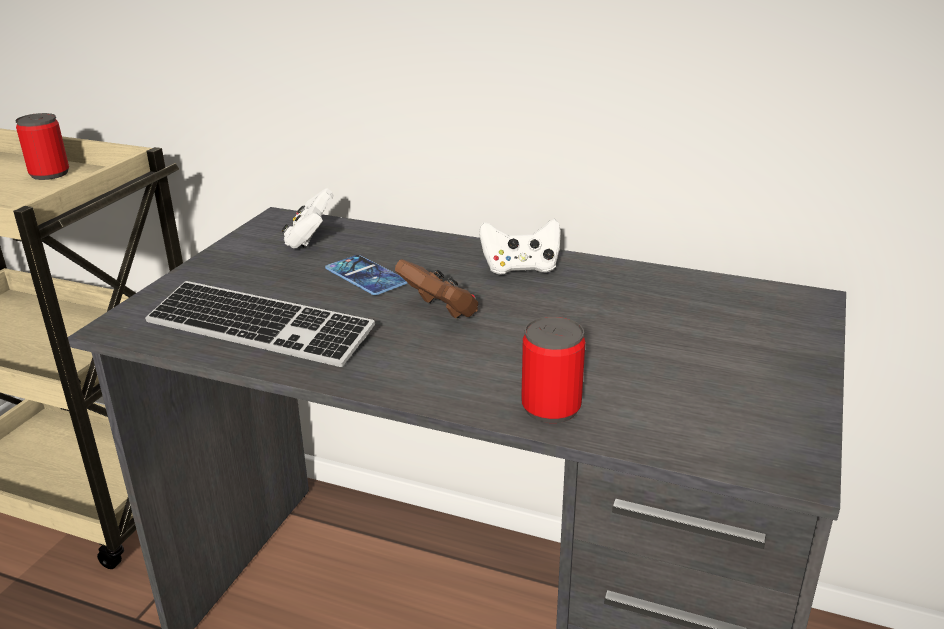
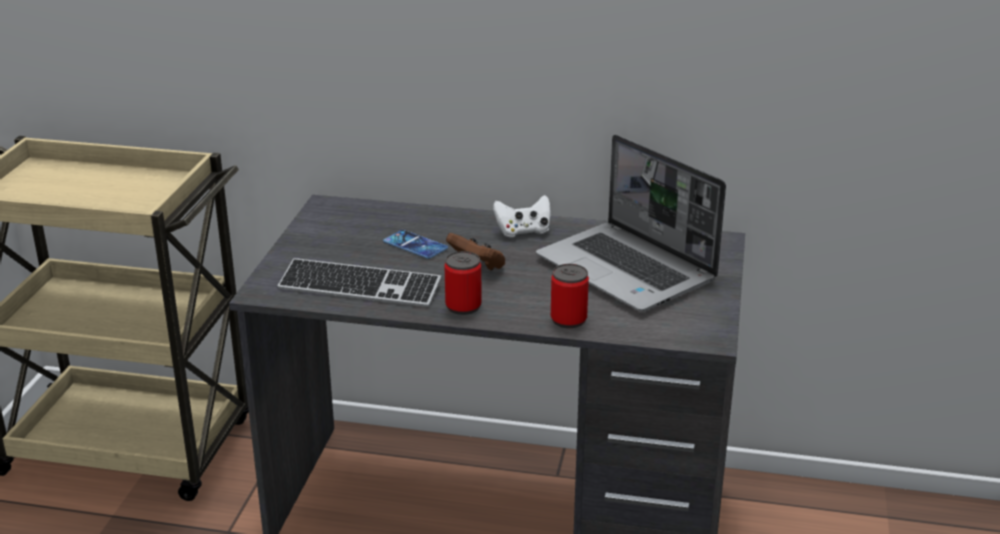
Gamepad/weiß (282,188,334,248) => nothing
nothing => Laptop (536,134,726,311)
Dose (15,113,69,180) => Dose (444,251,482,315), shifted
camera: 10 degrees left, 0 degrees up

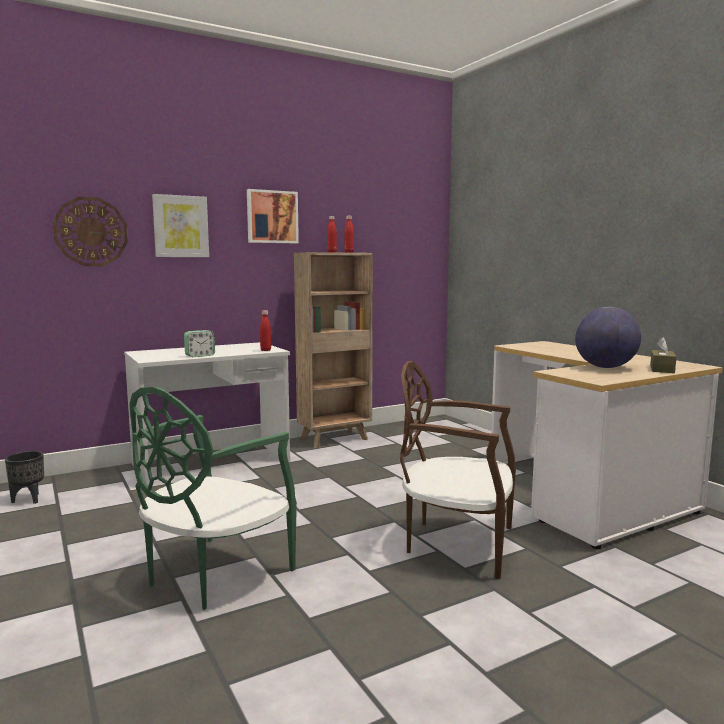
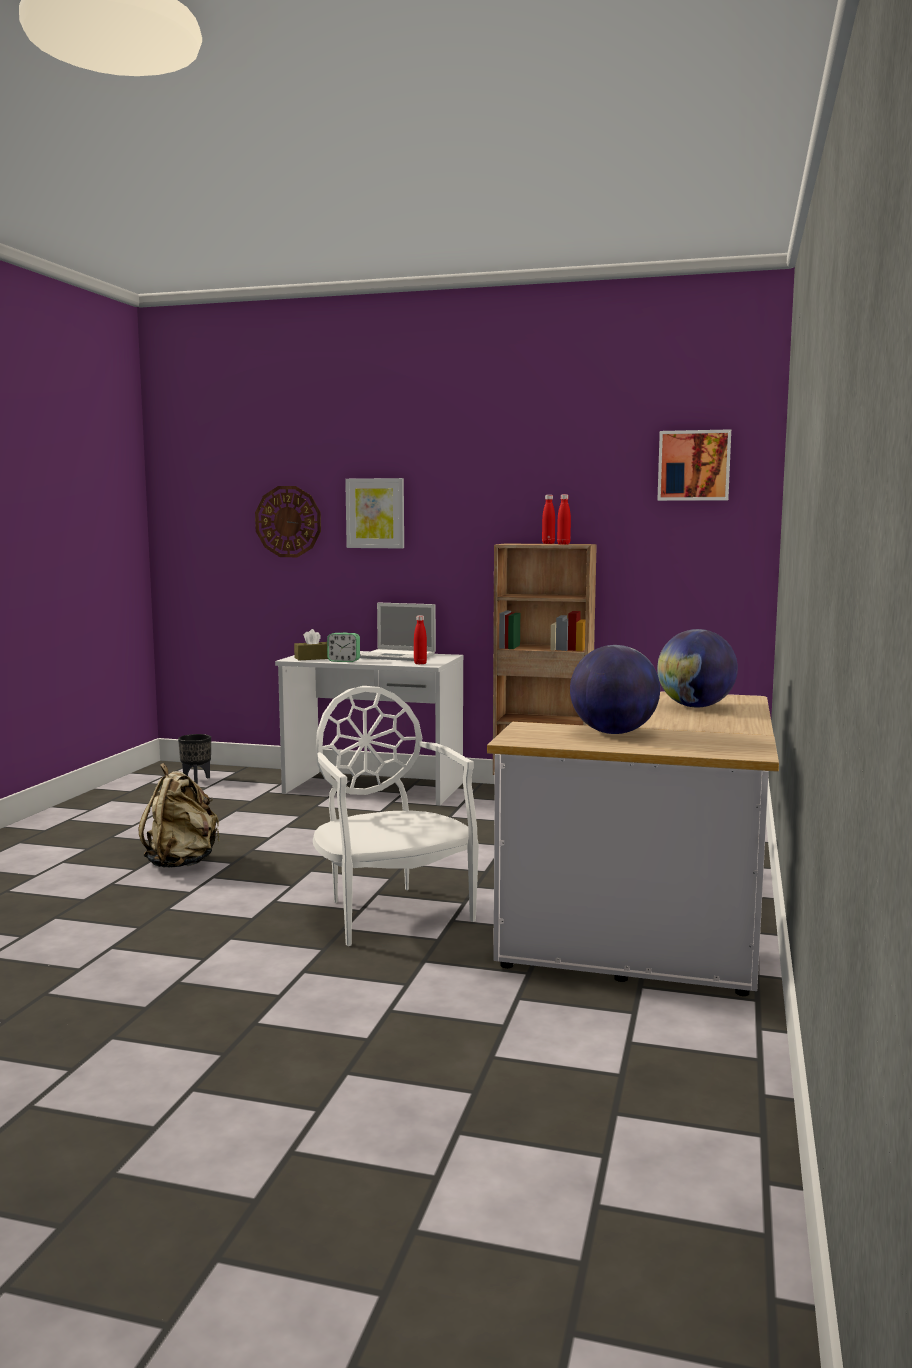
nothing => Laptop (360,602,436,661)
nothing => Globus (657,629,738,707)
Bild (247,189,299,243) => Bild (657,429,731,501), shifted
Taschentuchbox/braun (650,337,676,373) => Taschentuchbox/braun (294,629,328,660), shifted
Stuhl/grün (130,387,297,610) => Rucksack/beige (138,763,220,868)
Stuhl/braun (400,361,516,579) => Stuhl/weiß (313,686,479,946)
camera: 45 degrees right, 0 degrees up

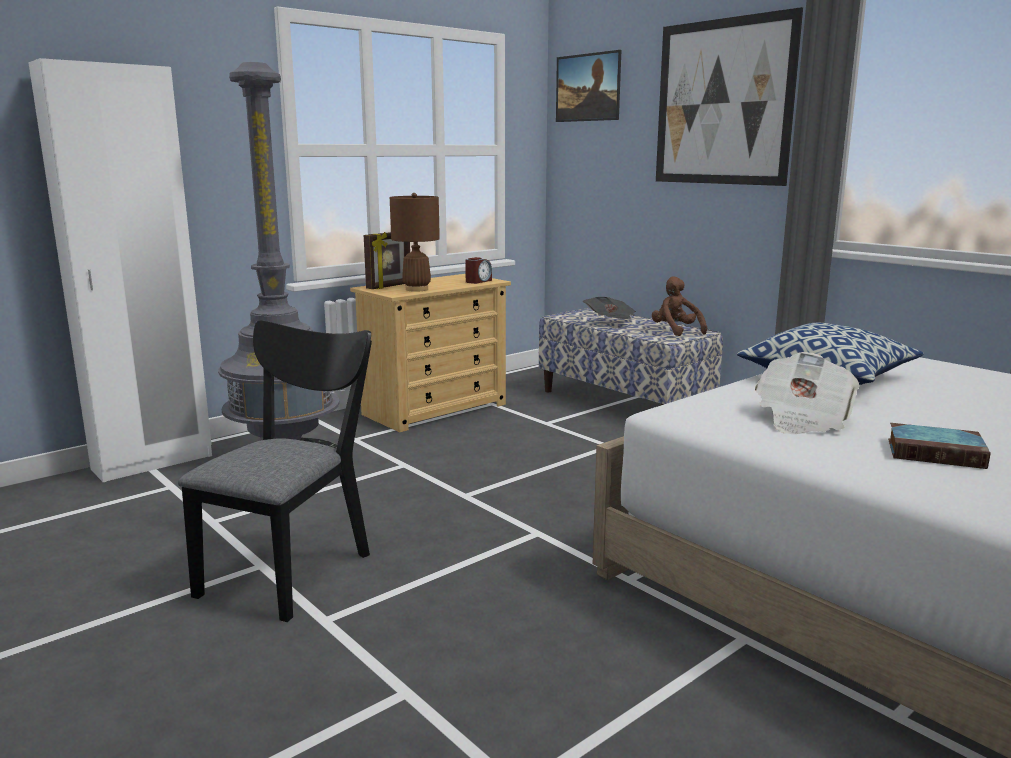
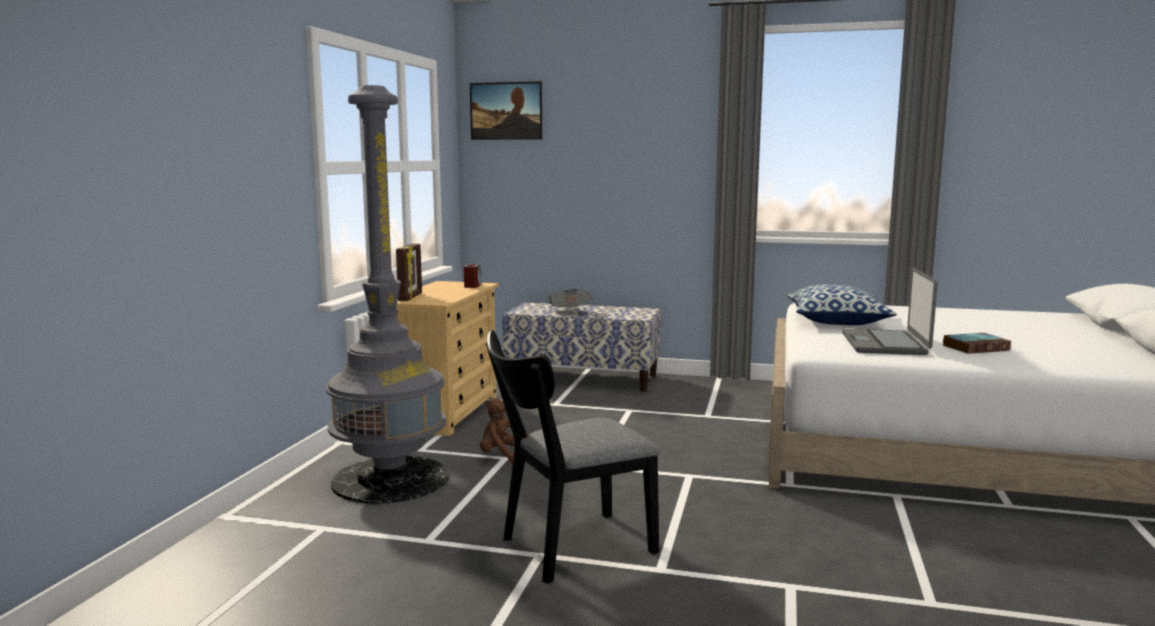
Kleiderschrank/weiß (28,58,212,482) => nothing
Tischlampe/braun (390,193,440,292) => nothing
Bild (656,7,803,186) => nothing
Plüschtier/braun (652,276,707,336) => Plüschtier/braun (480,399,529,465), shifted
Zeitung (755,352,860,434) => Laptop (842,268,938,355)
Stuhl/schwarz (178,320,372,622) => Stuhl/schwarz (486,330,660,584), 105 degrees counterclockwise
camera: 35 degrees left, 5 degrees down

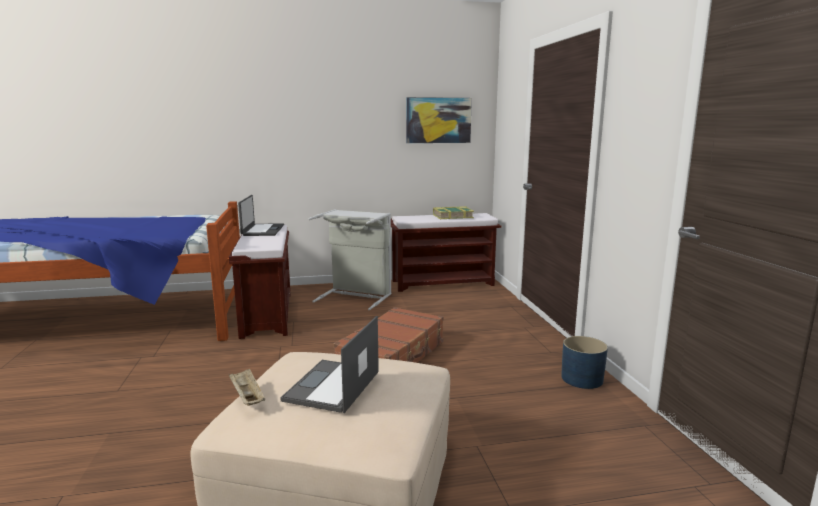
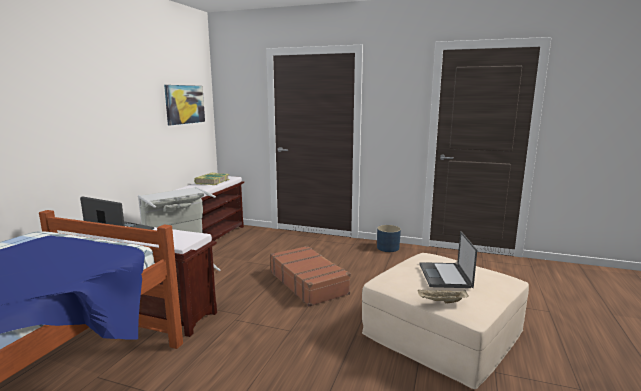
Laptop (280,316,379,413) => Laptop (419,231,477,288), 45 degrees clockwise
camera: 60 degrees left, 0 degrees up

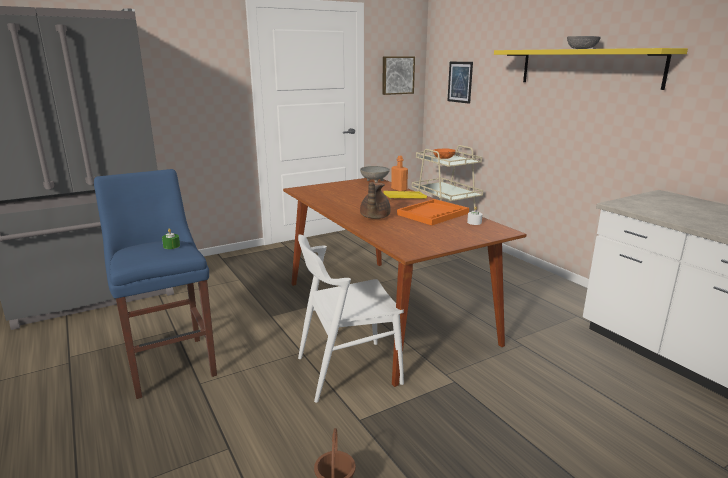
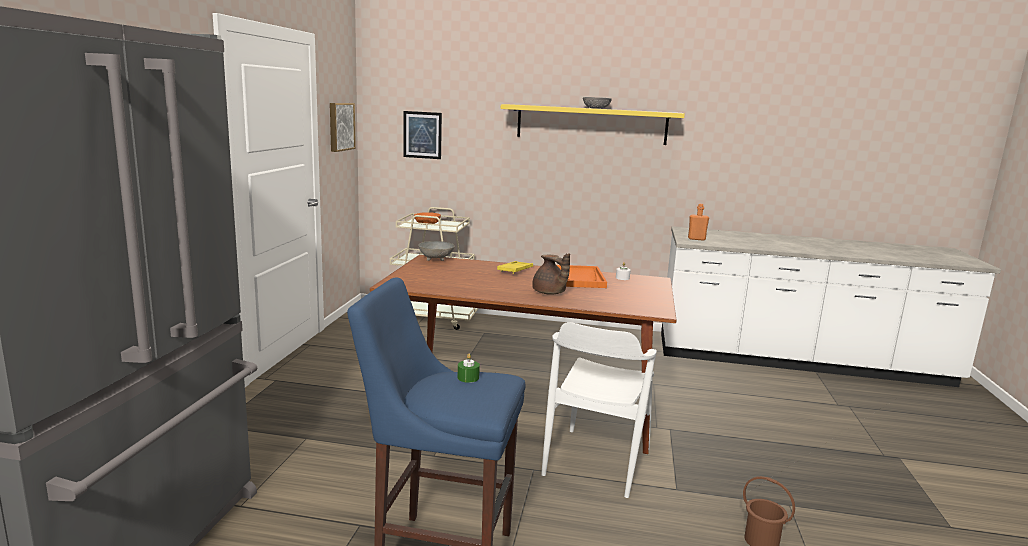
Flasche/orange (391,156,408,191) => Flasche/orange (688,204,709,241), shifted
camera: 50 degrees left, 5 degrees down

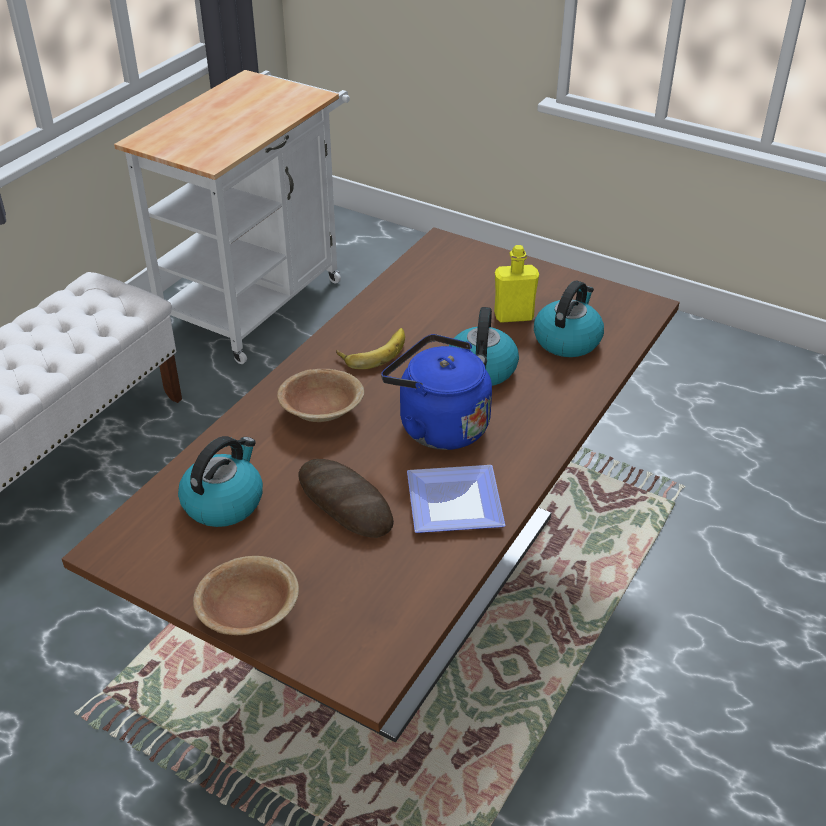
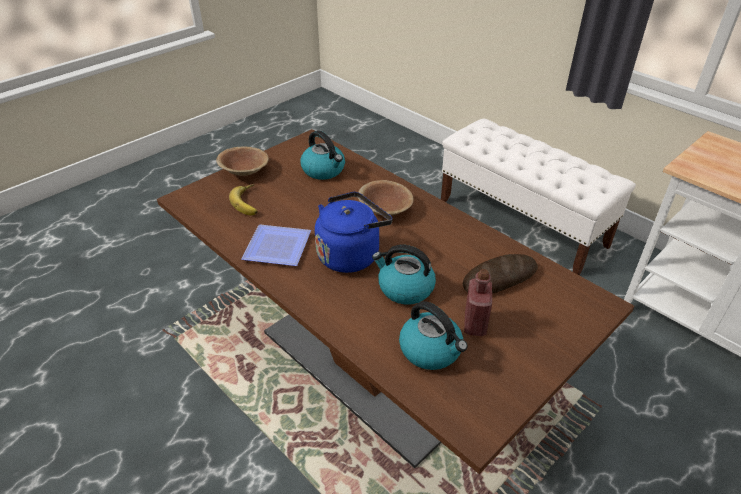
Brot (298,459,394,538) => Brot (463,254,538,294), shifted
Banane (336,328,405,369) => Banane (229,184,258,215), shifted
Flasche/gelb (494,245,539,323) => Flasche/rot (464,269,492,336)
camera: 105 degrees right, 0 degrees up

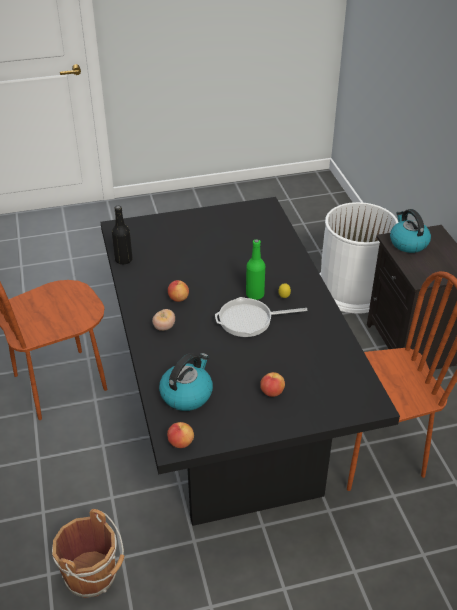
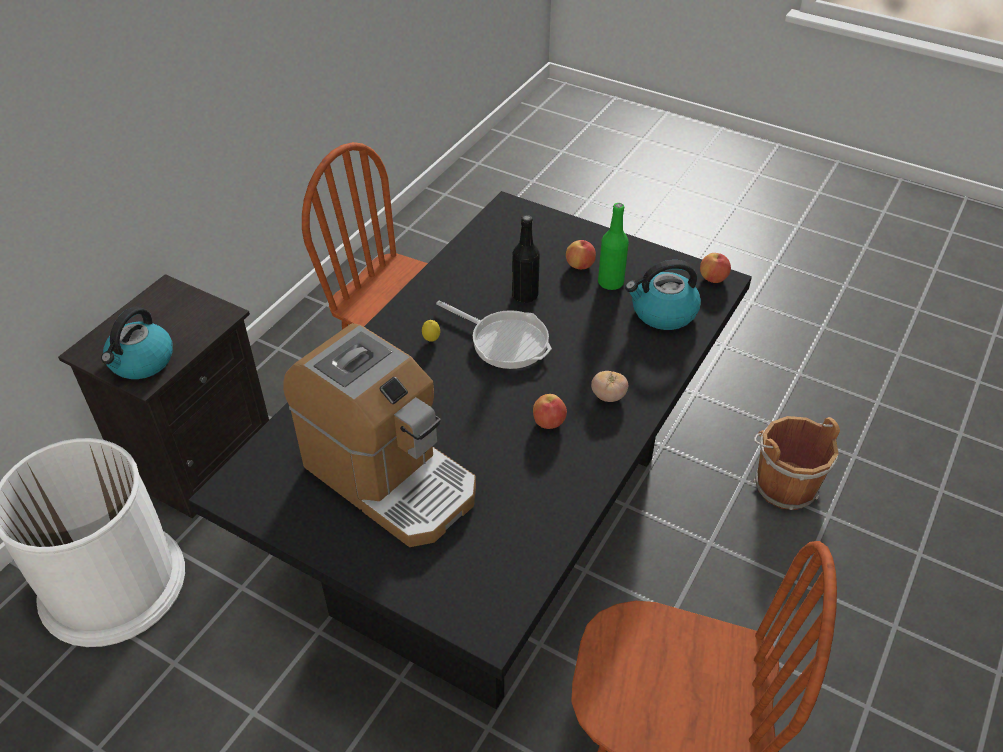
nothing => Kaffeemaschine (283,323,476,547)
Flasche/schwarz (112,206,133,265) => Flasche/schwarz (512,215,540,303), shifted
Flasche/grün (246,239,265,300) => Flasche/grün (598,203,629,290), shifted
camera: 135 degrees left, 5 degrees up

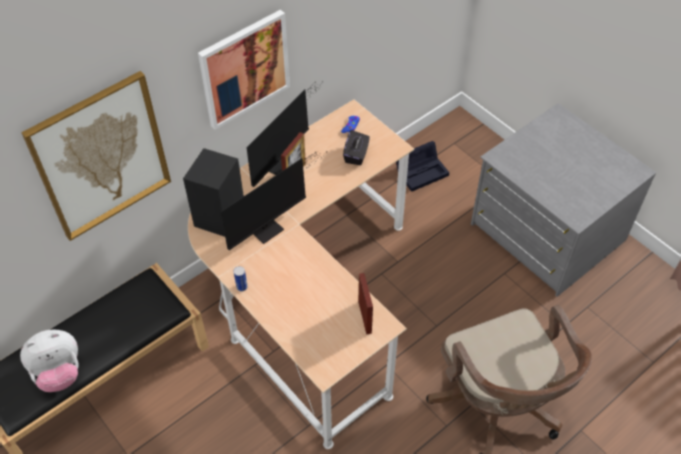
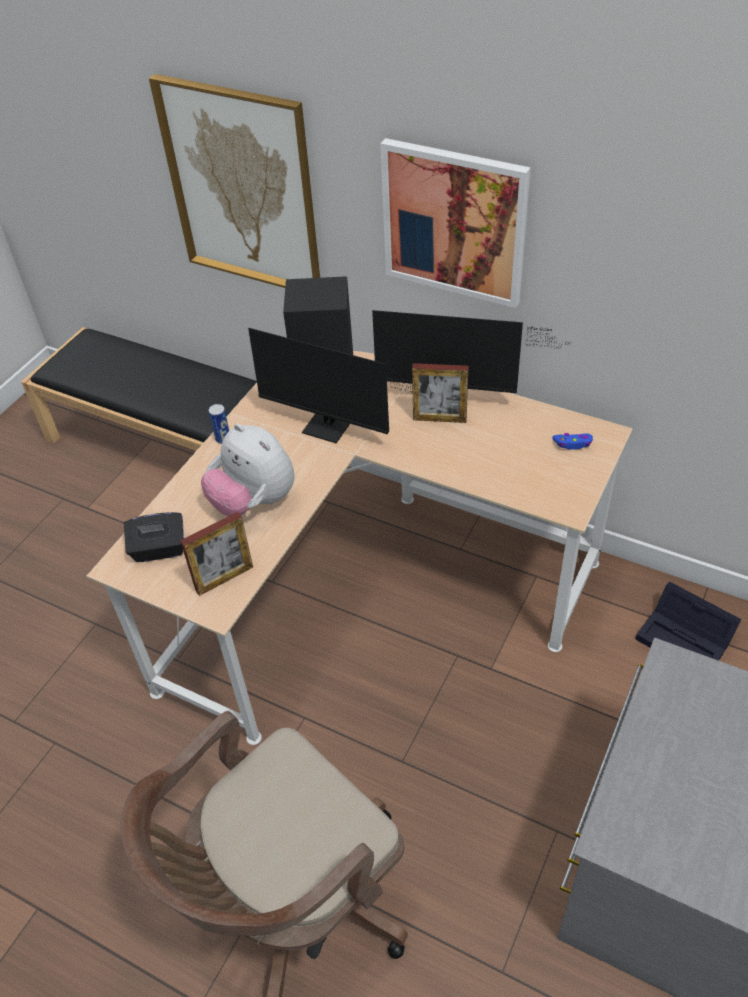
Plüschtier (20,330,78,392) => Plüschtier (201,423,295,517), shifted
Taschentuchbox/schwarz (343,130,370,165) => Taschentuchbox/schwarz (124,512,184,562), shifted
camera: 70 degrees right, 5 degrees down

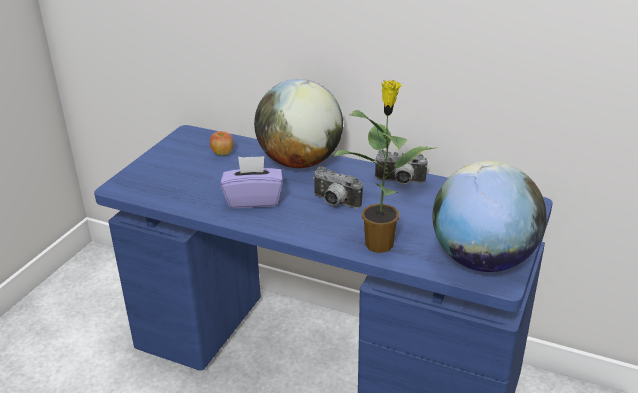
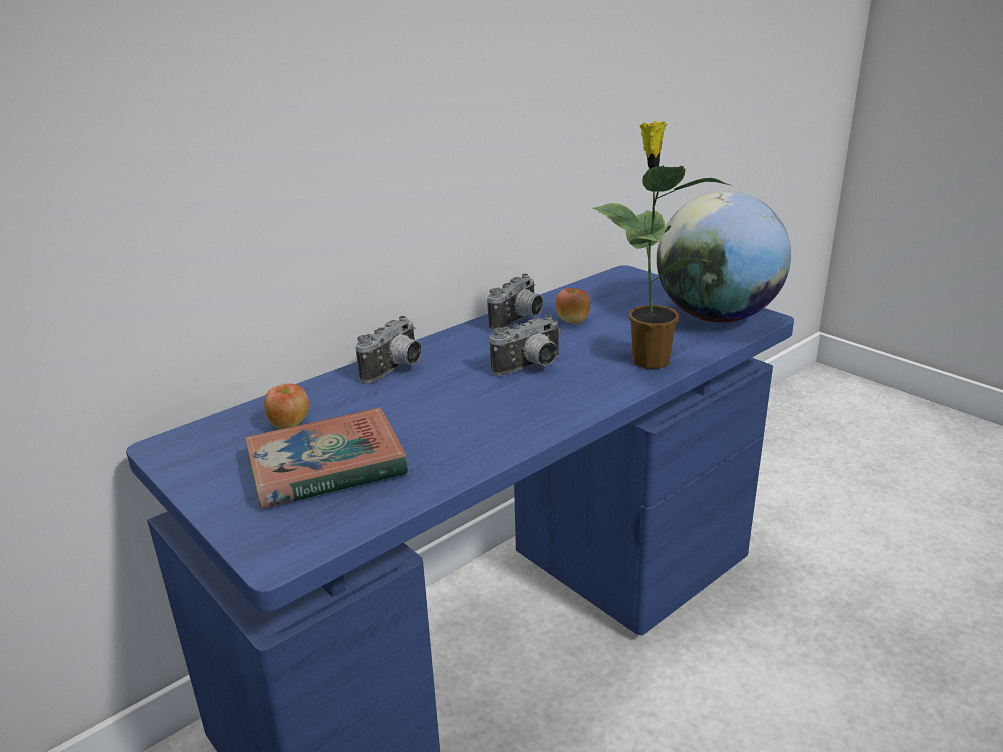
Taschentuchbox/lila (221,156,283,208) => nothing
nothing => Buch (245,407,408,509)
nothing => Apfel (555,288,590,324)
Globus (254,79,343,168) => Kamera (355,316,422,383)
camera: 65 degrees left, 5 degrees down

